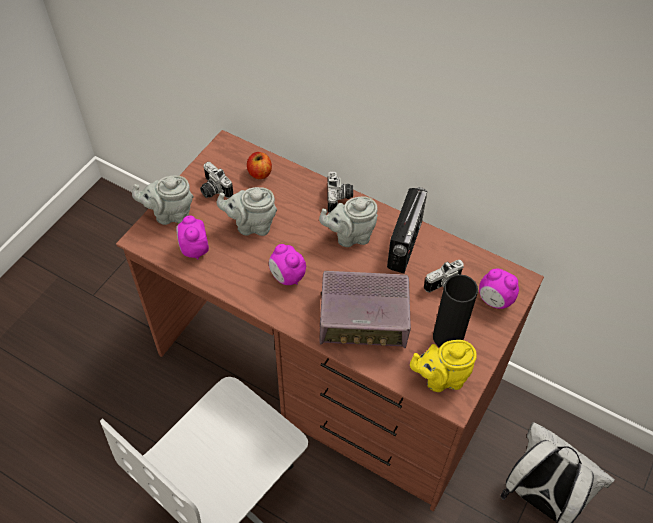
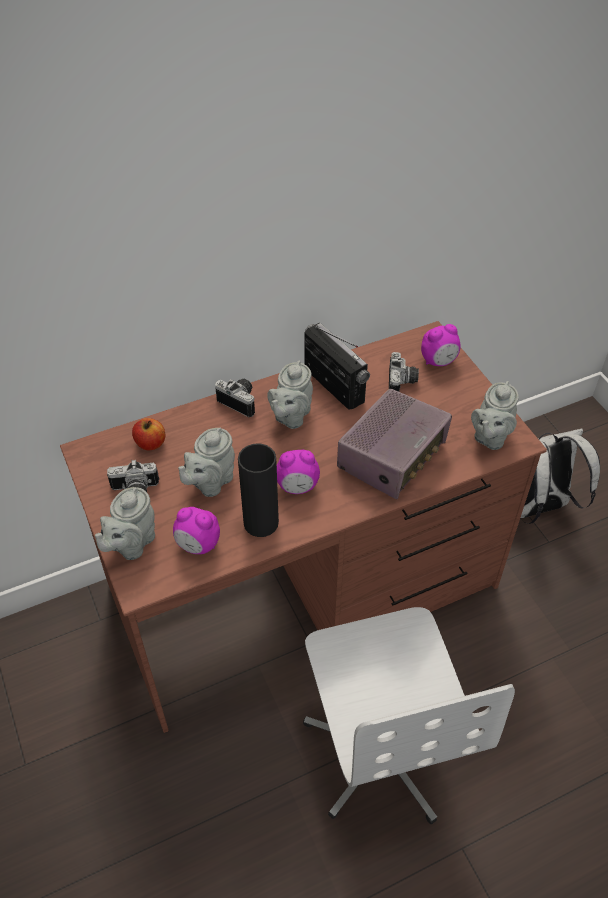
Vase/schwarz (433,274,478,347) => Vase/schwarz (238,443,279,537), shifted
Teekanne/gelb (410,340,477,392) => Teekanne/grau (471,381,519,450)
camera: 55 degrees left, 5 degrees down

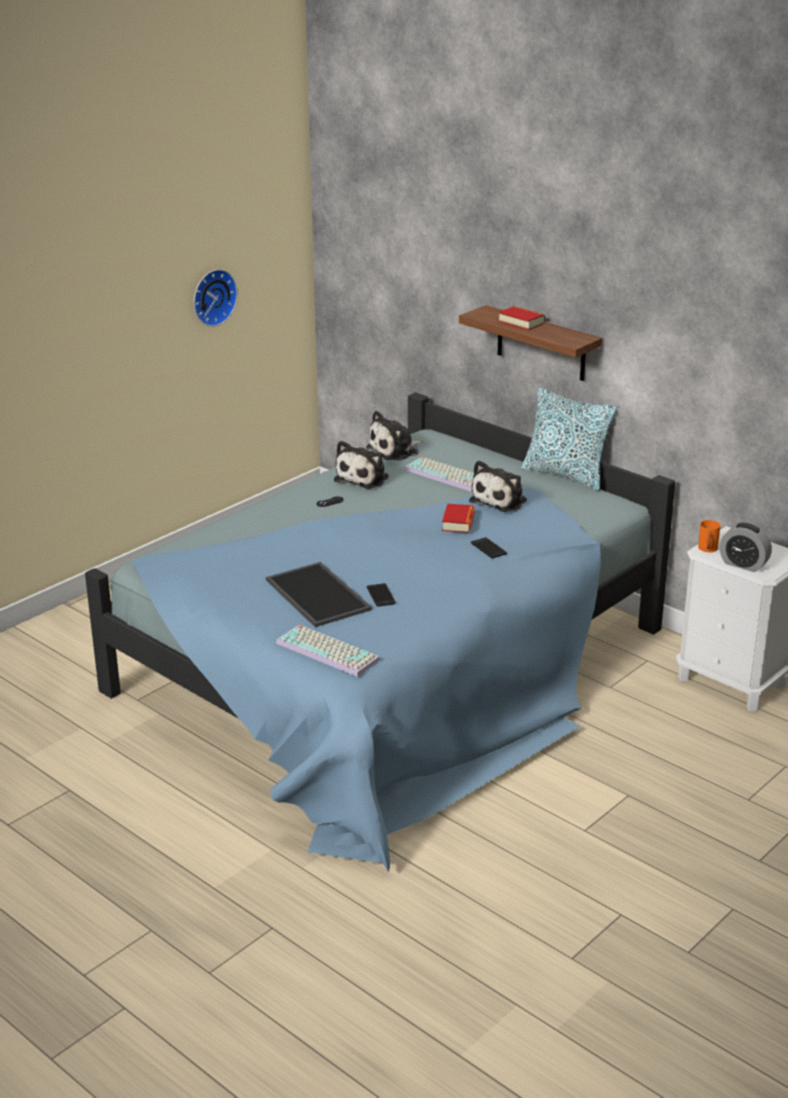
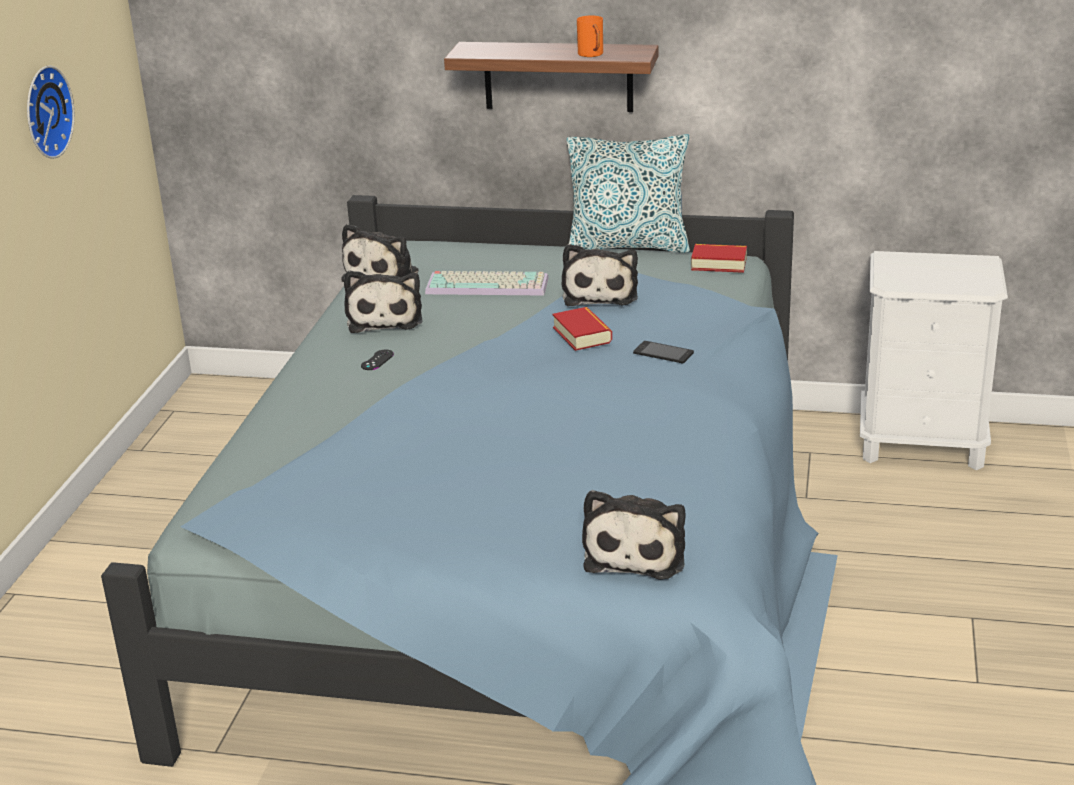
Tablett (266,562,372,627) => nothing
Handy (367,583,396,607) => nothing
Wecker (719,523,772,572) => nothing
Buch (498,306,545,330) => Buch (691,244,747,273), shifted
Henkelbecher/orange (698,520,721,552) => Henkelbecher/orange (577,15,603,57), shifted
Tastatur (276,625,380,677) => Plüschtier (582,490,685,580)
camera: 30 degrees left, 0 degrees up

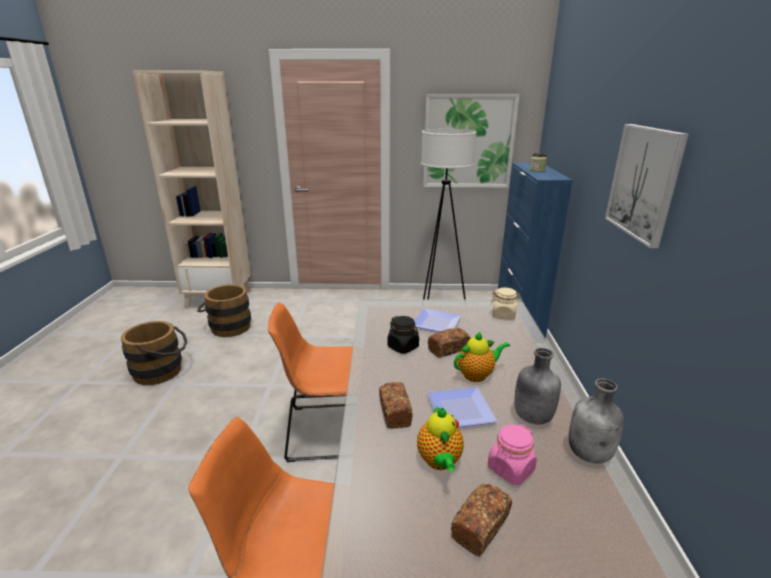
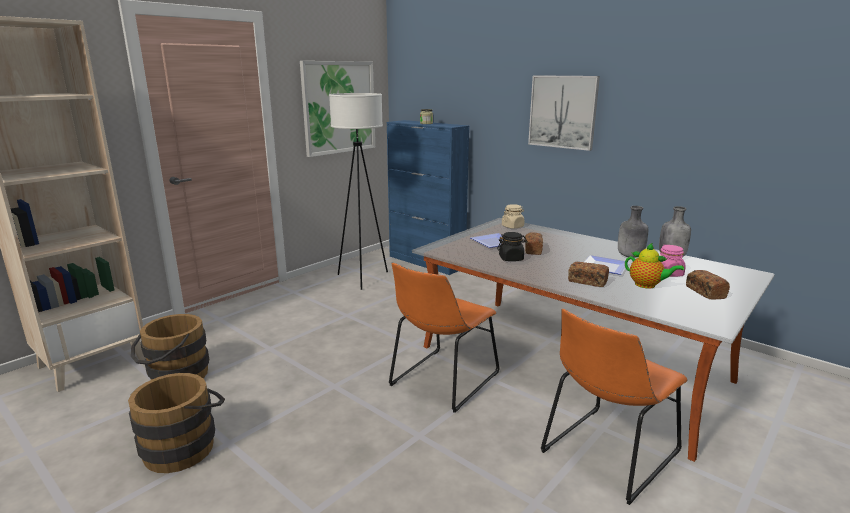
Teekanne (454,331,510,382) => nothing
camera: 50 degrees left, 5 degrees down

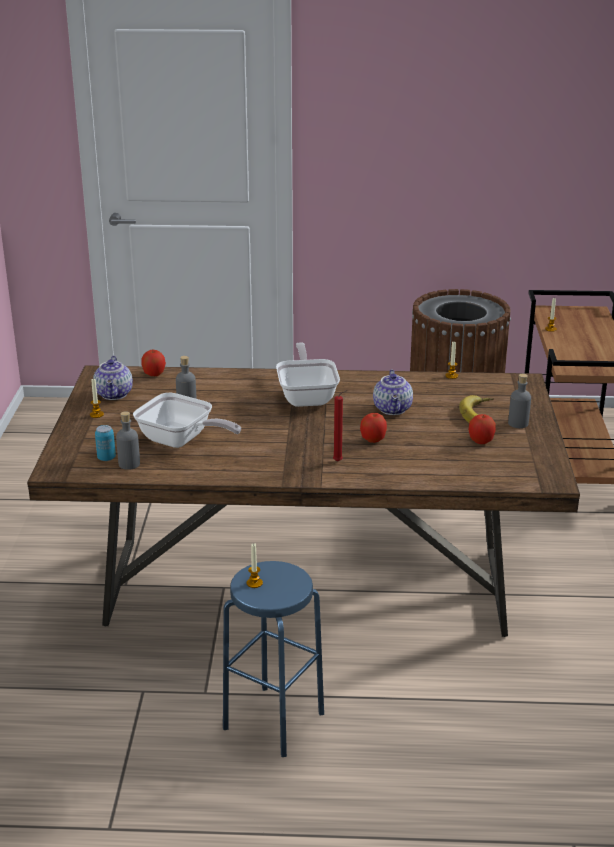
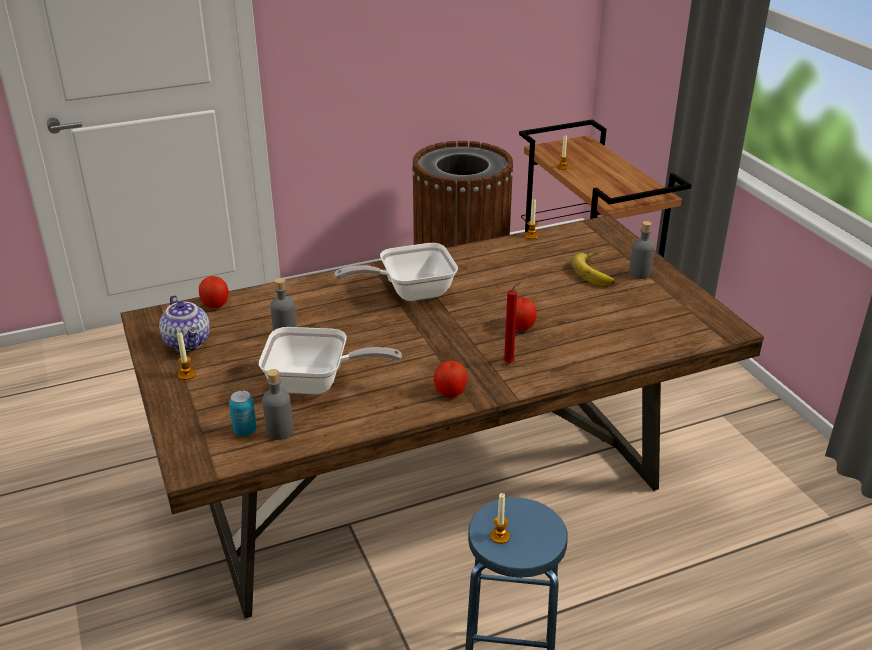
Teekanne (373,369,413,415) => nothing
Apfel (469,414,496,444) => Apfel (434,361,467,398), shifted
Pfanne (276,342,340,407) => Pfanne (334,243,458,301), 75 degrees counterclockwise
camera: 25 degrees left, 5 degrees up

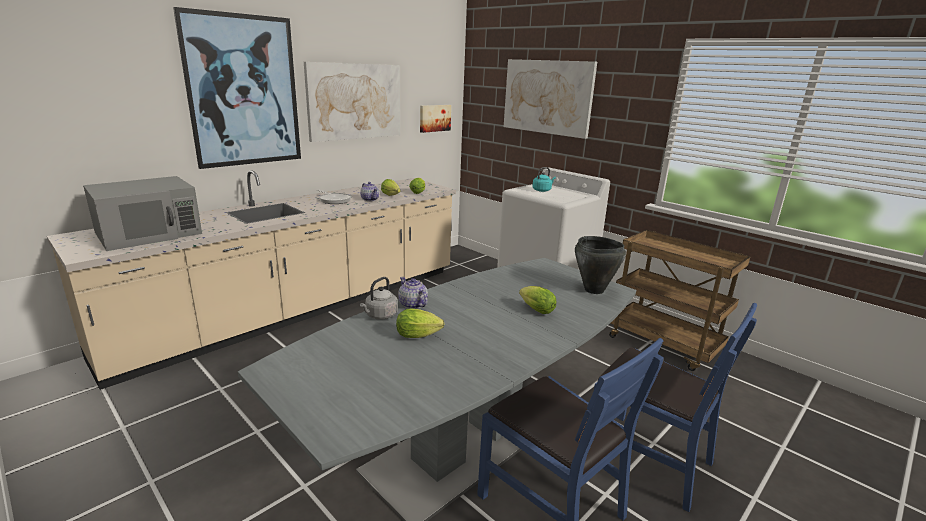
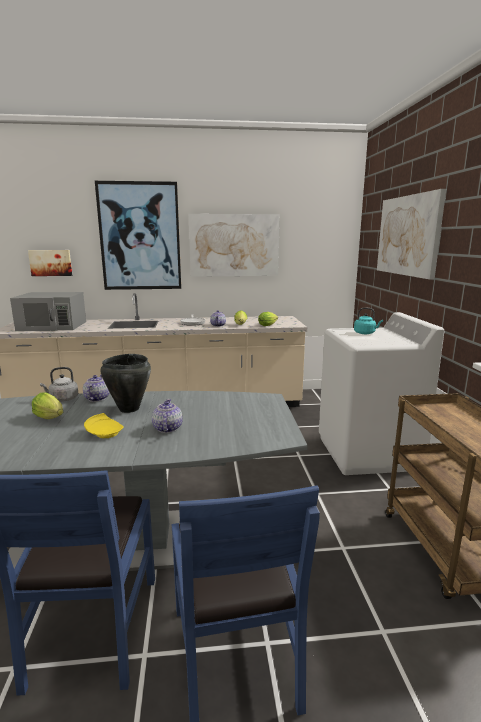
nothing => Teller/gelb (84,413,124,438)
Bild (420,105,451,133) => Bild (28,250,72,276), shifted
Kochtopf/schwarz (575,236,626,294) => Kochtopf/schwarz (100,354,151,413), shifted
Salatkopf (519,286,556,314) => Teekanne (152,399,183,433)
camera: 40 degrees right, 5 degrees down

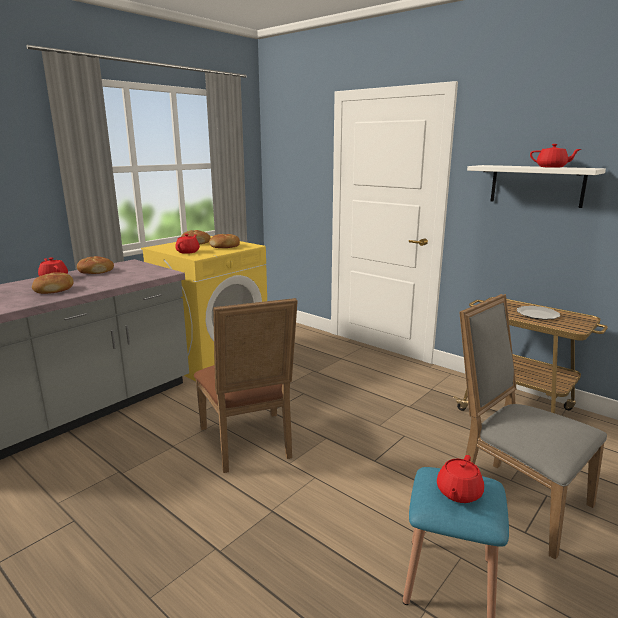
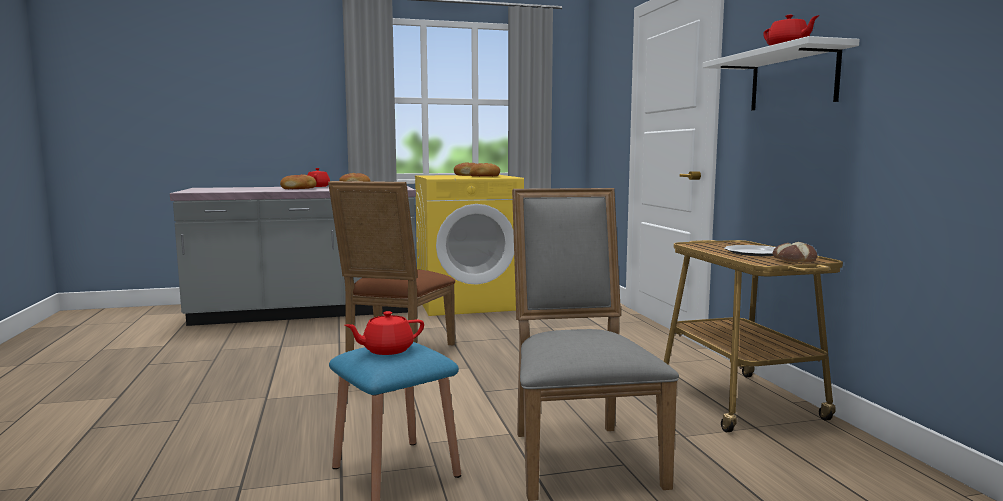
Teekanne/rot (175,234,200,254) => nothing
nothing => Brot (773,242,817,262)
camera: 35 degrees right, 10 degrees down

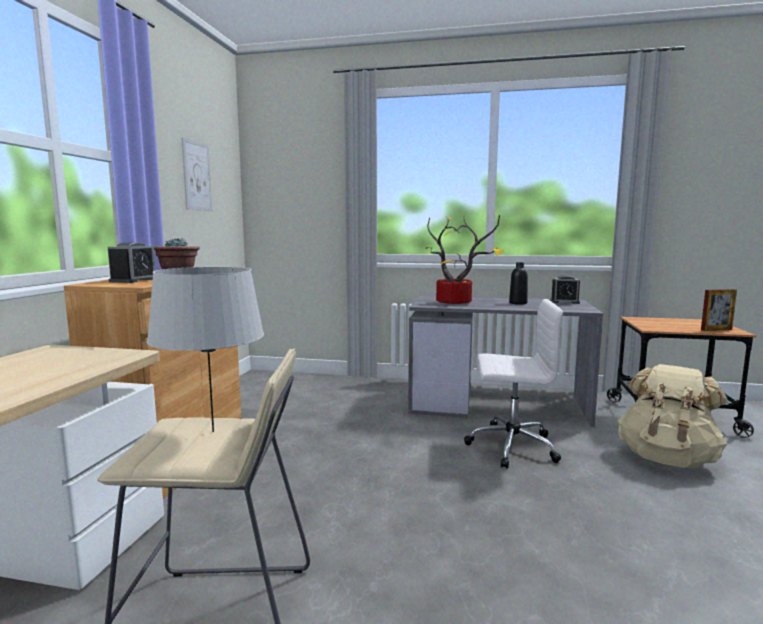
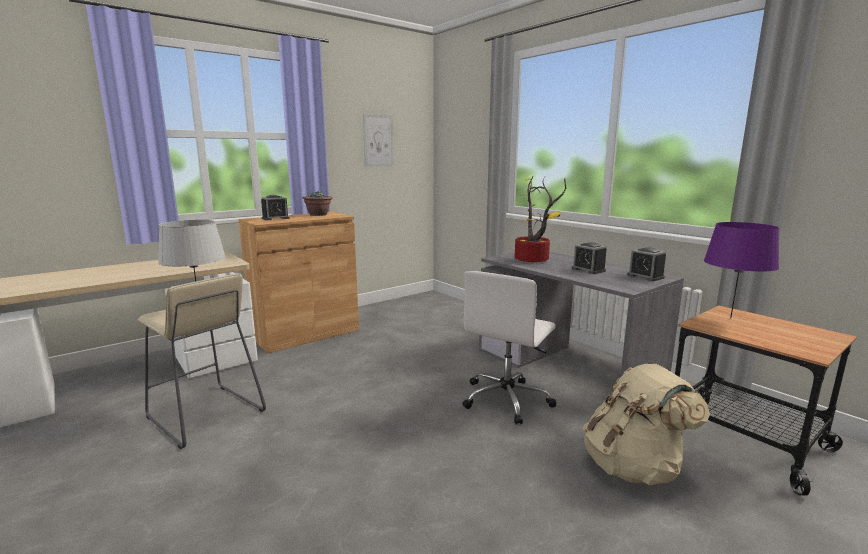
Bilderrahmen (701,289,737,331) => nothing
nothing => Tischlampe/lila (704,222,779,318)
Flasche/schwarz (509,262,528,305) => Wecker (572,242,607,274)
Bürostuhl/weiß (464,299,563,469) => Bürostuhl/weiß (463,271,557,424), 75 degrees clockwise
camera: 40 degrees right, 5 degrees up

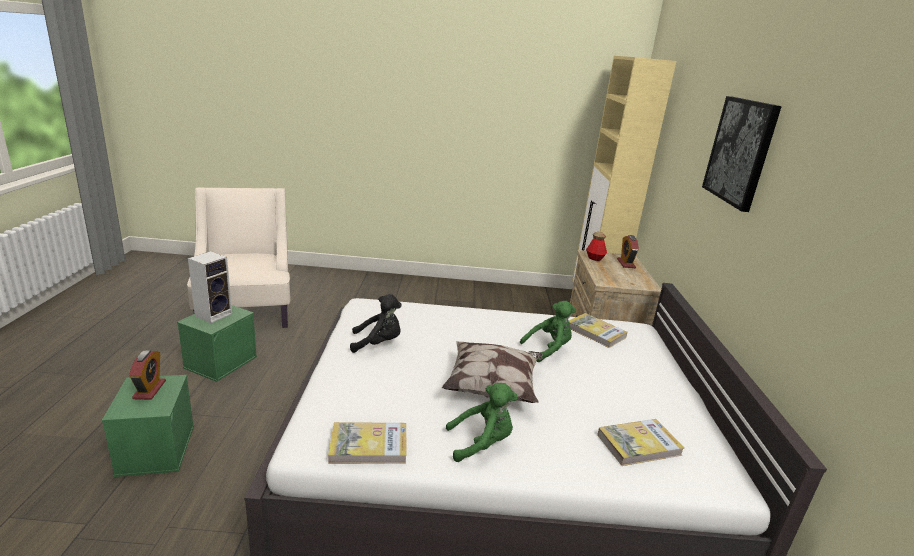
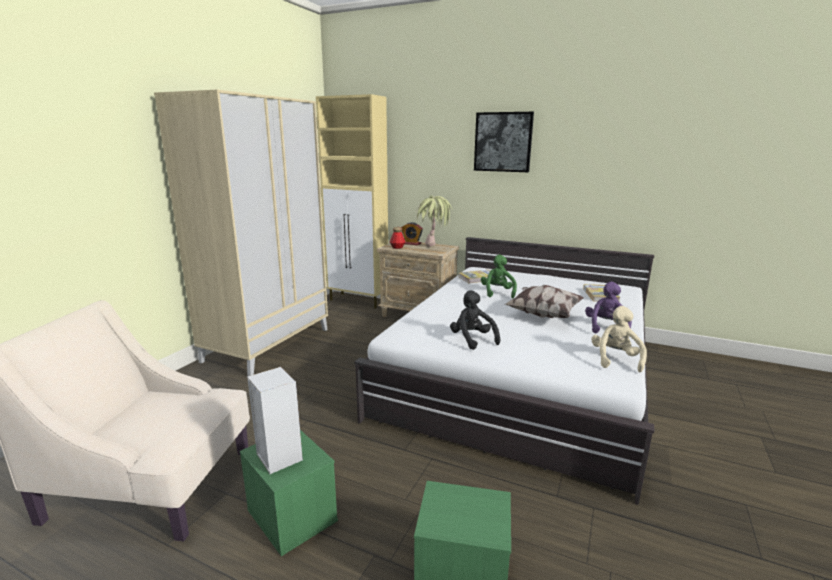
Wecker (129,350,166,400) => nothing
nothing => Kleiderschrank/beige (154,89,328,376)
nothing => Topfpflanze (416,196,452,247)
Buch (328,422,407,464) => Plüschtier/beige (591,306,647,373)
Plüschtier/grün (446,383,518,462) => Plüschtier/lila (585,282,632,334)
Plüschtier/schwarz (350,294,402,353) => Plüschtier/schwarz (450,290,500,350), 45 degrees counterclockwise
camera: 65 degrees left, 5 degrees down

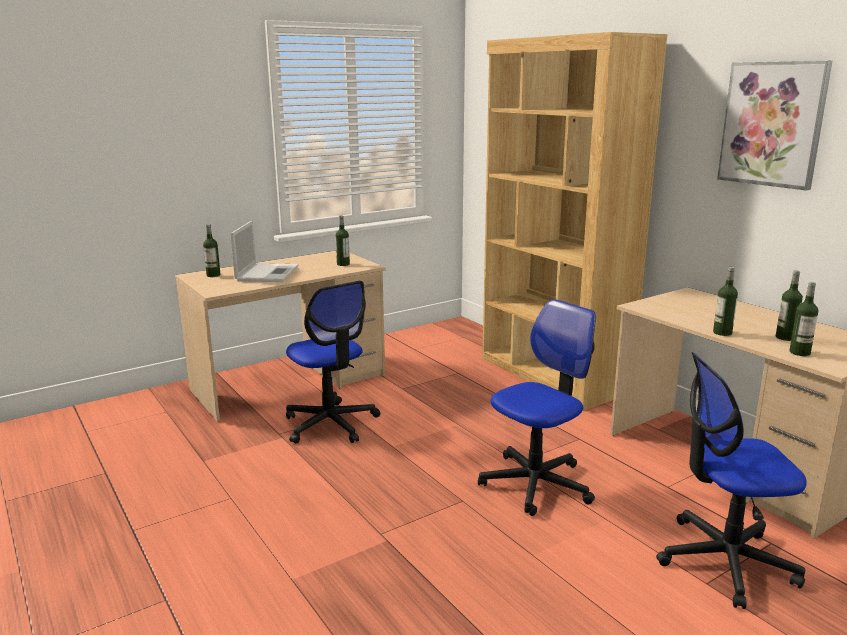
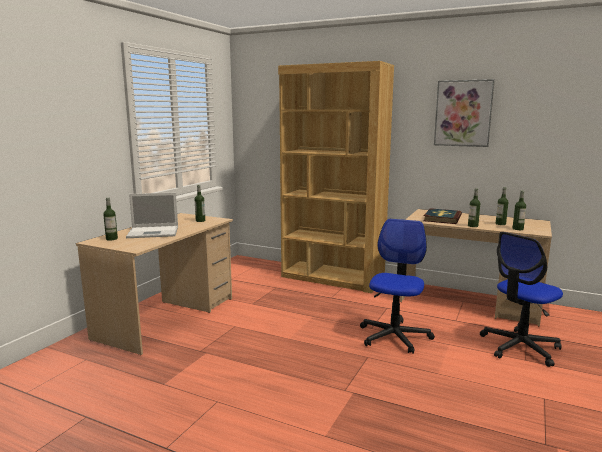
Bürostuhl (286,281,380,443) => nothing
nothing => Buch (423,208,462,224)
Laptop (230,221,299,282) => Laptop (126,193,178,238), 105 degrees clockwise
camera: 30 degrees left, 5 degrees down

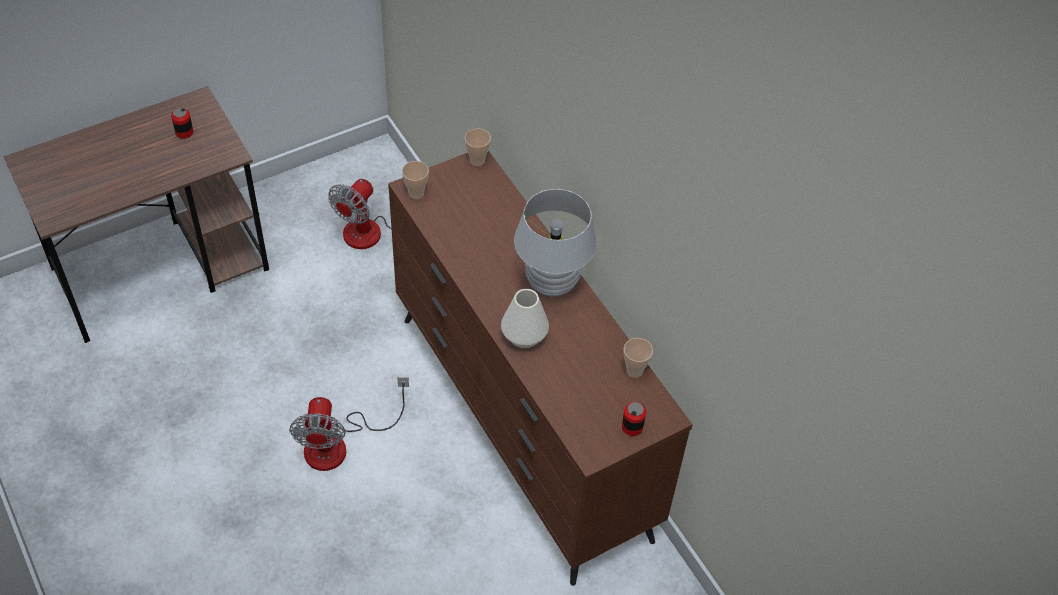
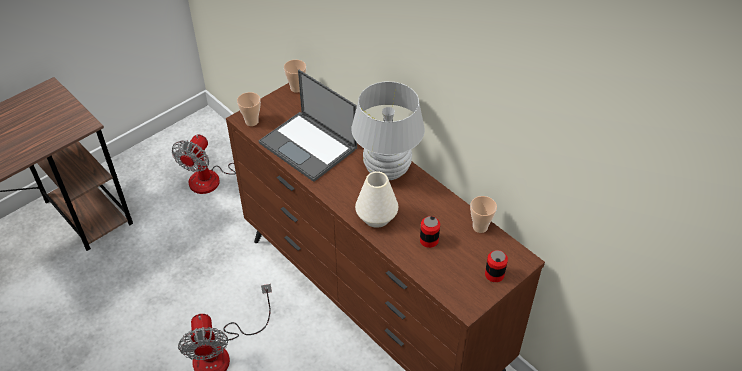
nothing => Laptop (259,70,357,182)
Dose (171,108,194,139) => Dose (420,216,440,248), shifted
camera: 10 degrees left, 5 degrees down

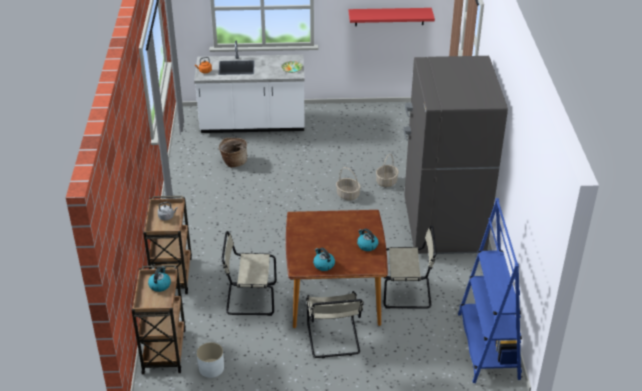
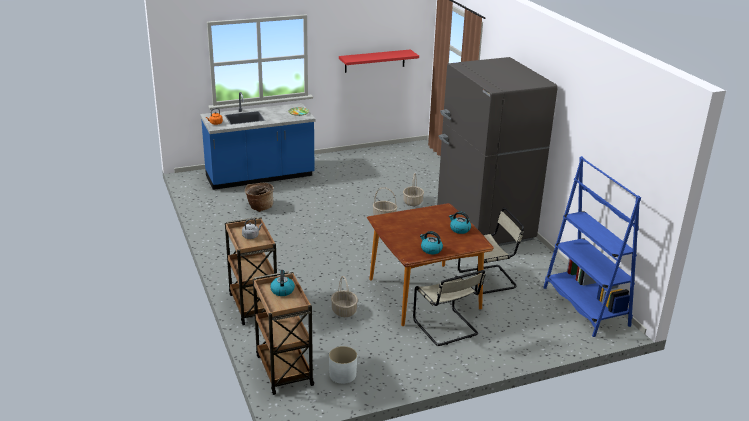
Stuhl/beige (222,231,277,316) => Korb (331,276,358,317)
Küchenzeile/weiß (194,41,305,133) => Küchenzeile/blau (200,92,316,190)
camera: 20 degrees left, 10 degrees down

